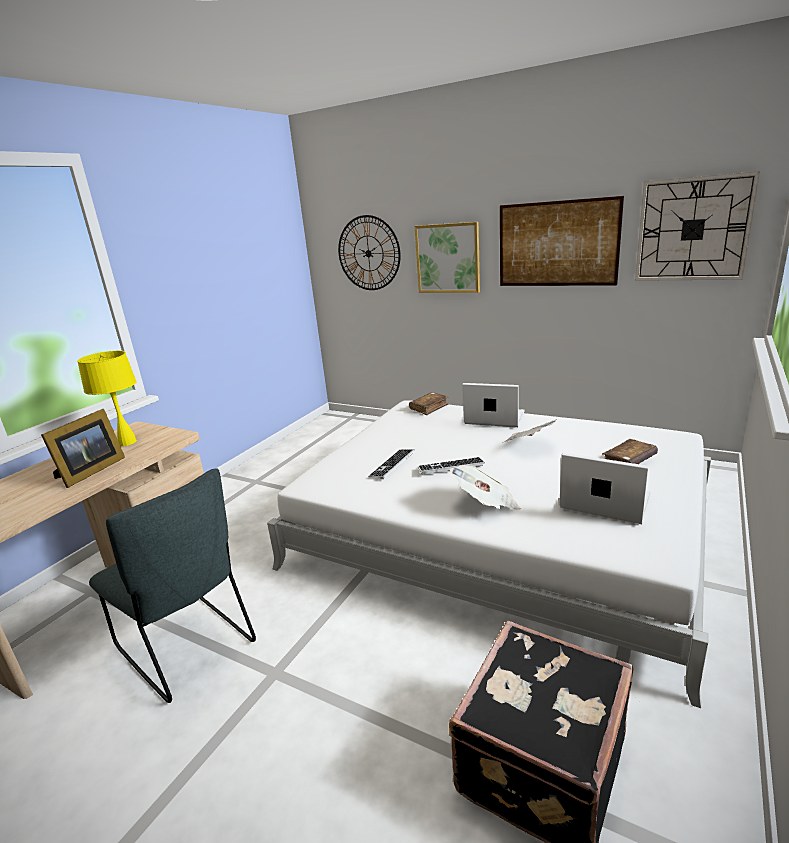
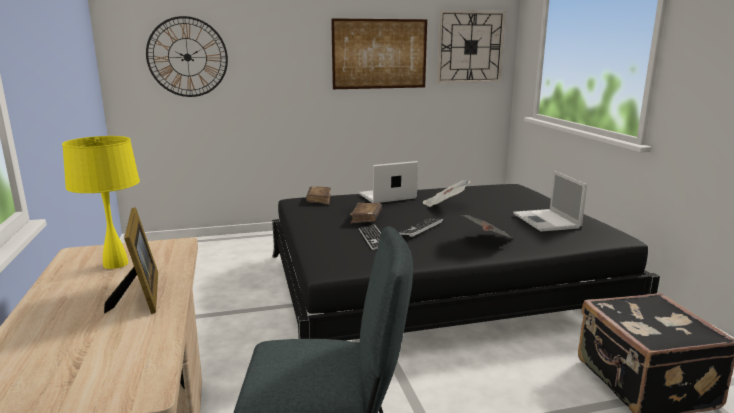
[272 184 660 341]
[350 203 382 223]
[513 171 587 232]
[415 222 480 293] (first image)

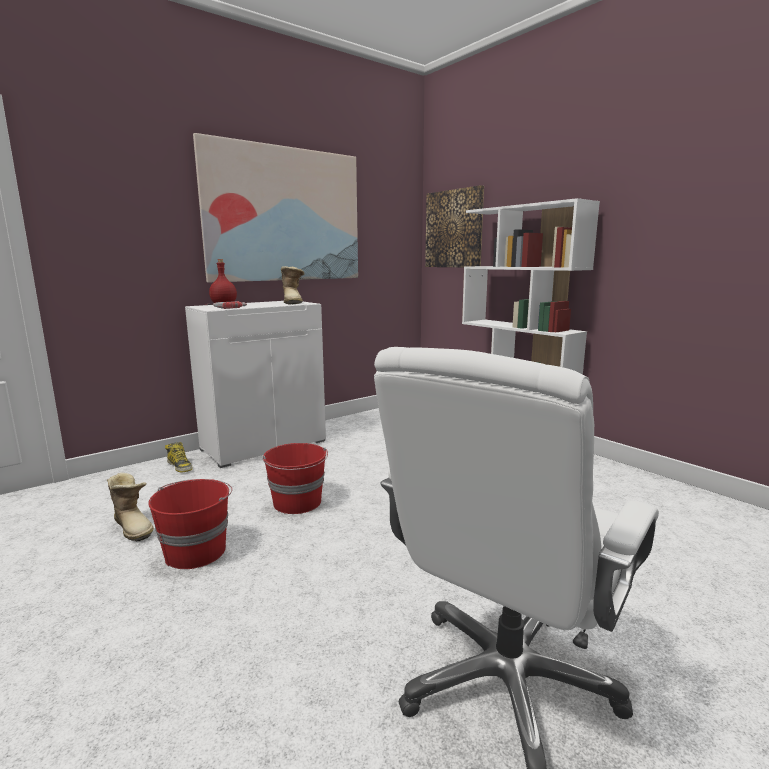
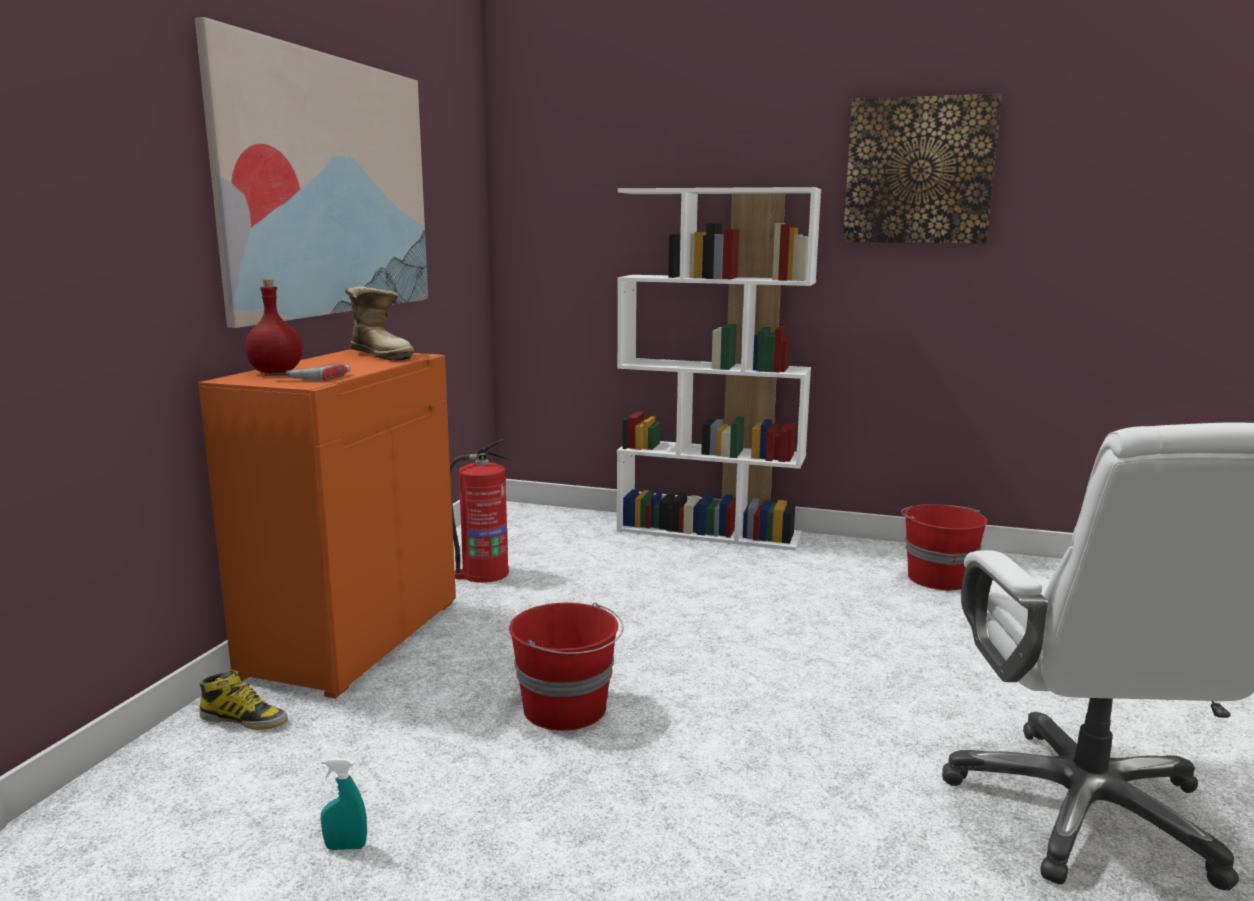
[198 350 456 698]
[321 758 367 850]
[450 439 511 583]
[843 94 1002 243]
[901 504 988 591]

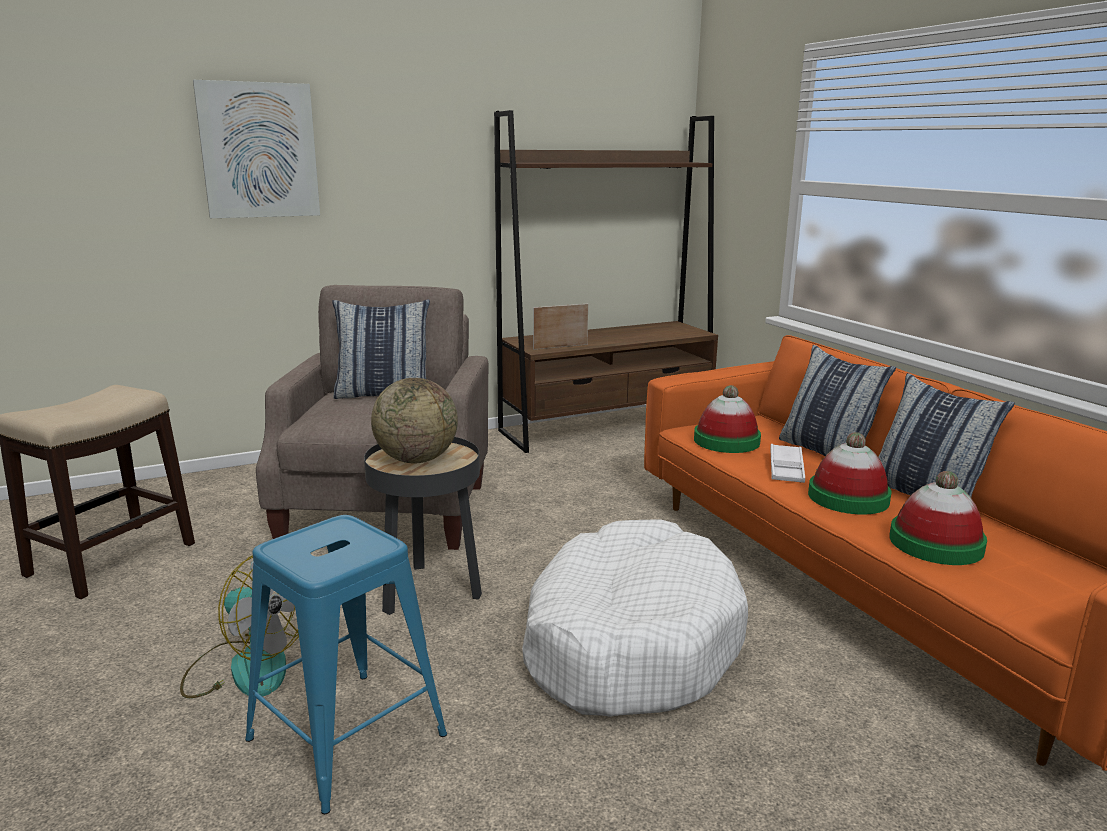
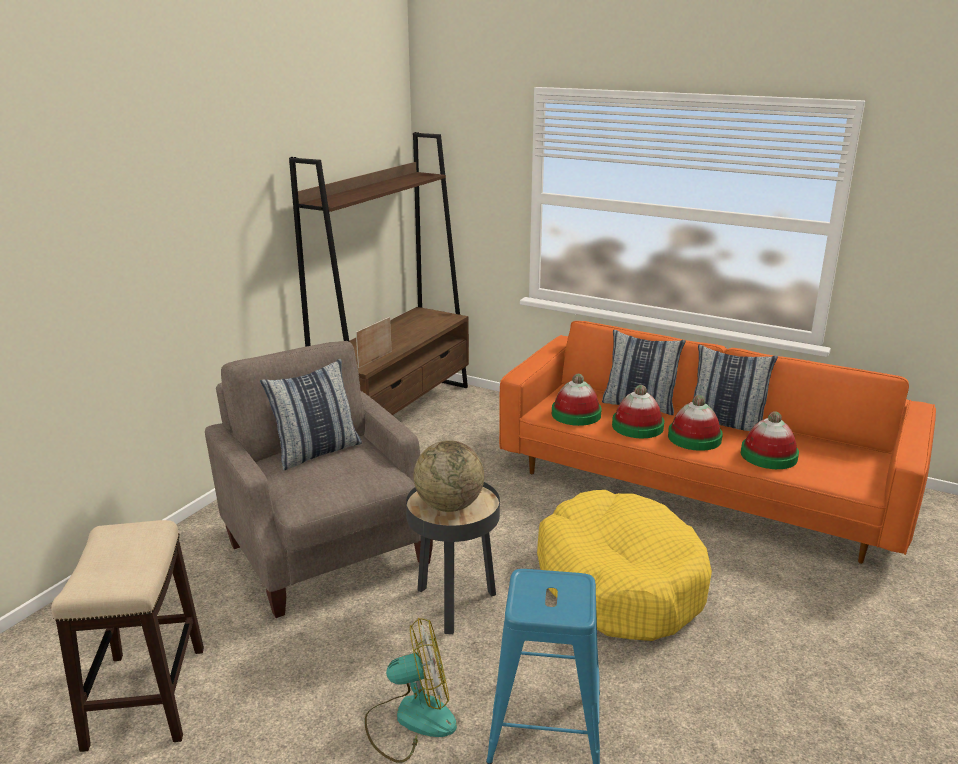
[537 490 712 641]
[612 385 664 438]
[193 80 320 218] (first image)

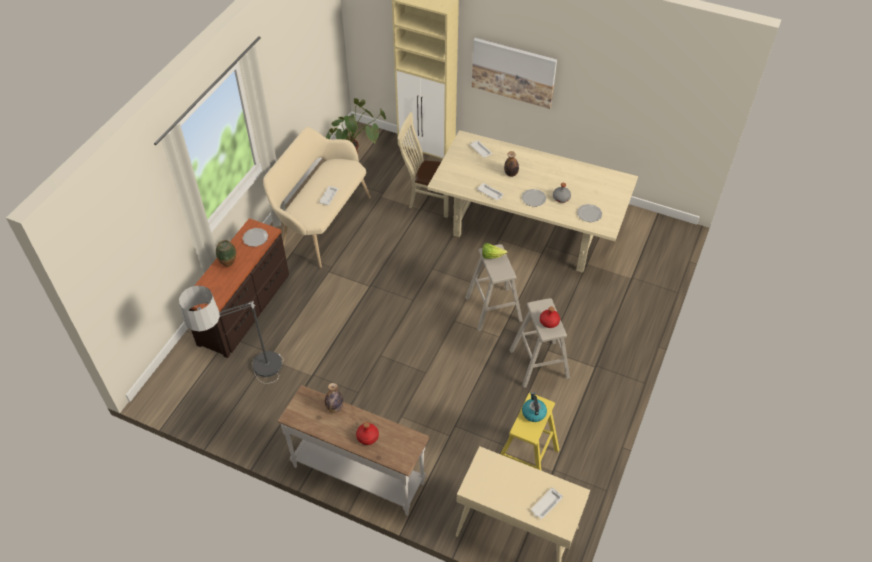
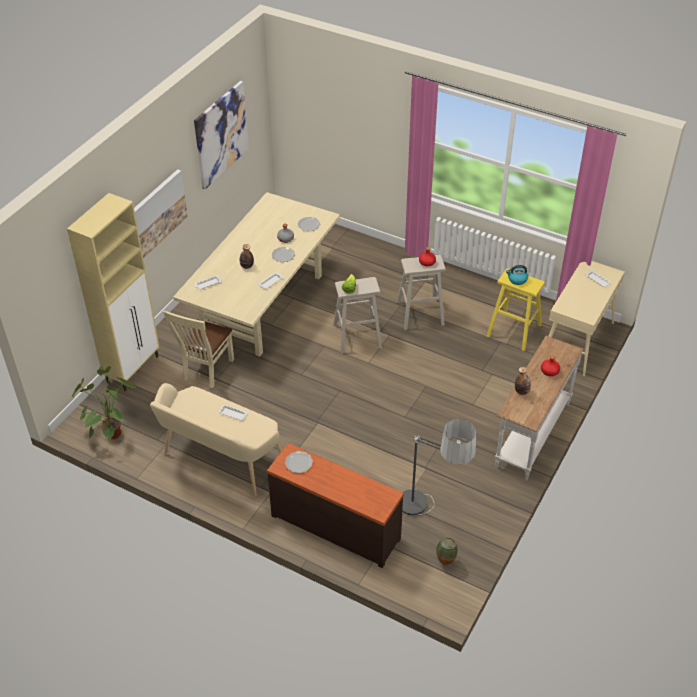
[194 81 249 189]
[436 537 458 565]

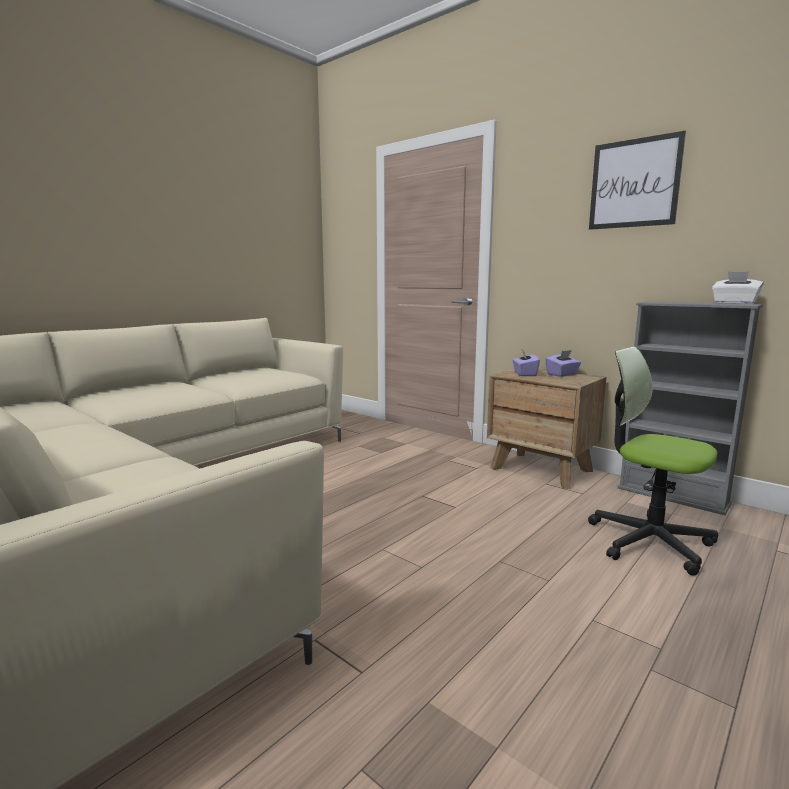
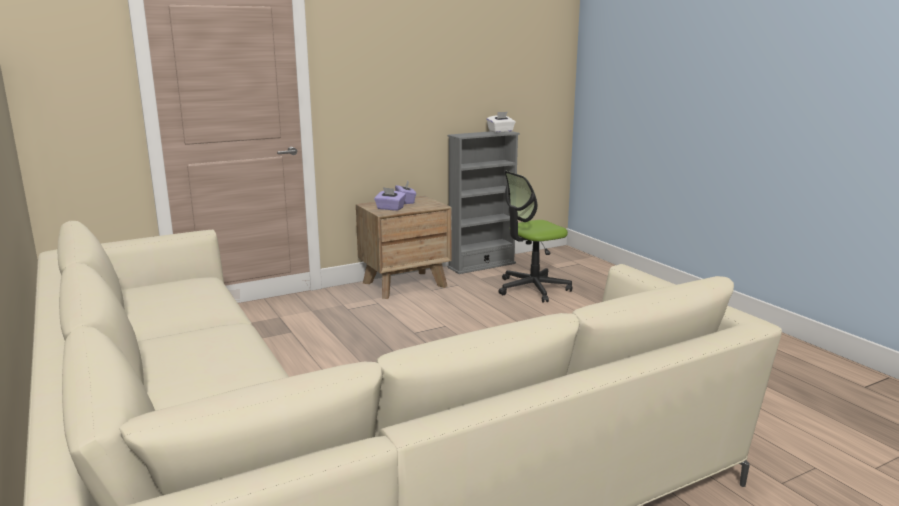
[589 130 686 230] (first image)

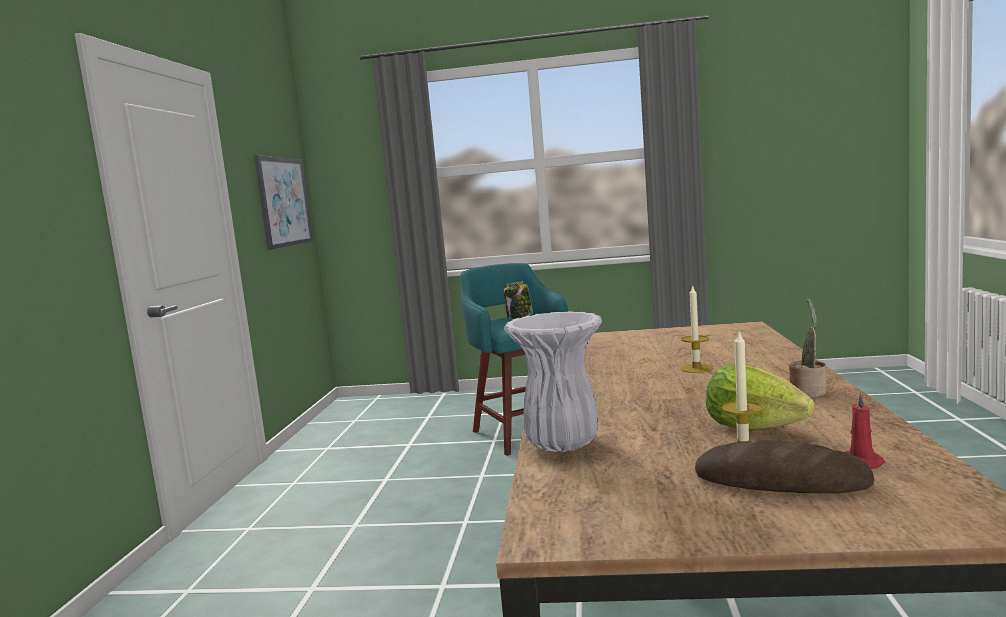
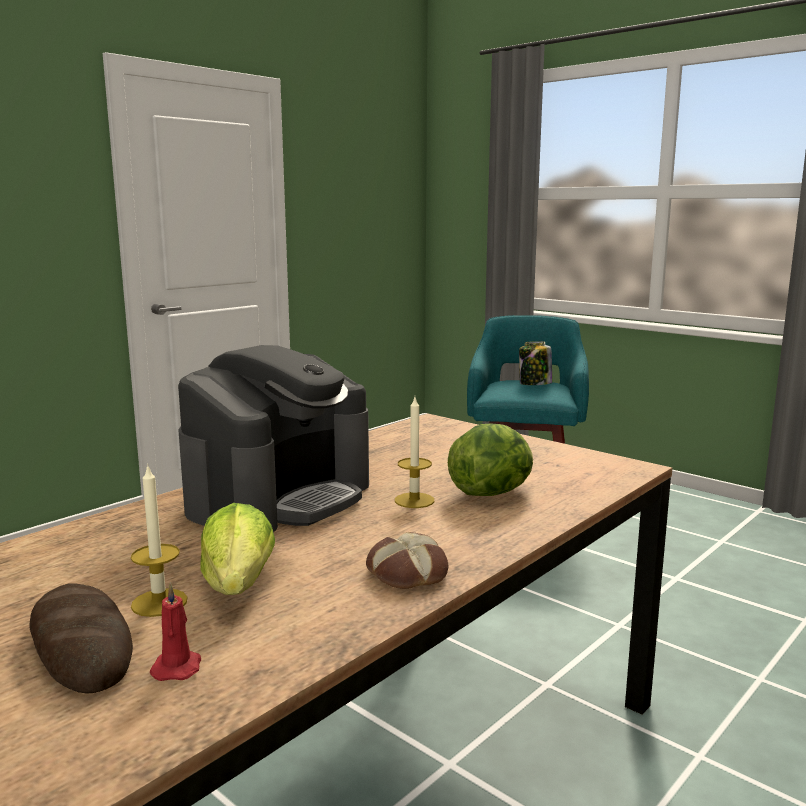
[178 345 369 532]
[366 532 448 589]
[448 424 533 496]
[254 155 313 250] (first image)
[504 311 602 452] (first image)

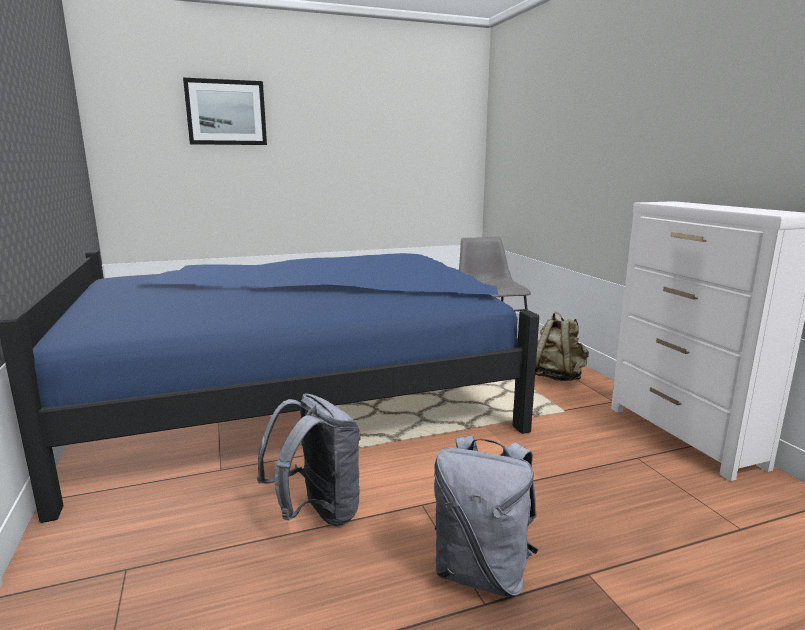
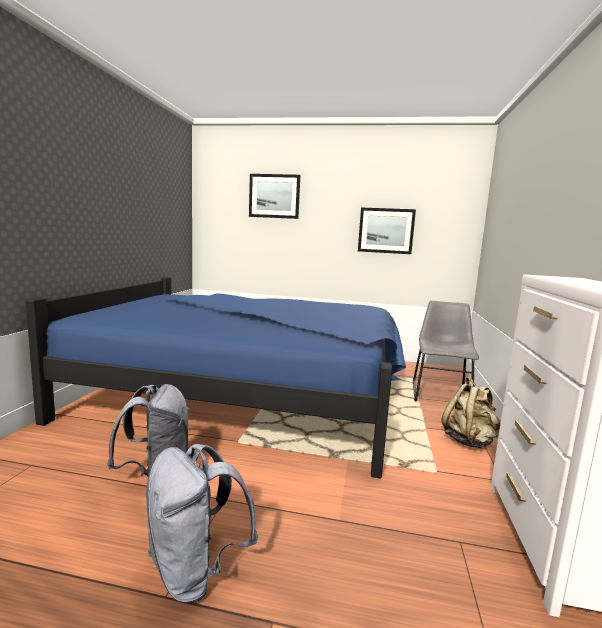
[358 207 416 254]

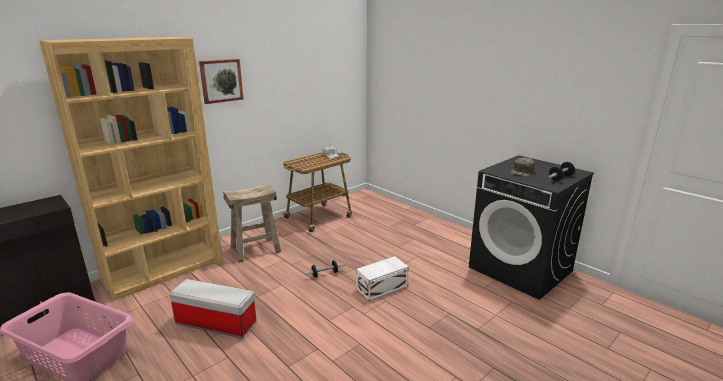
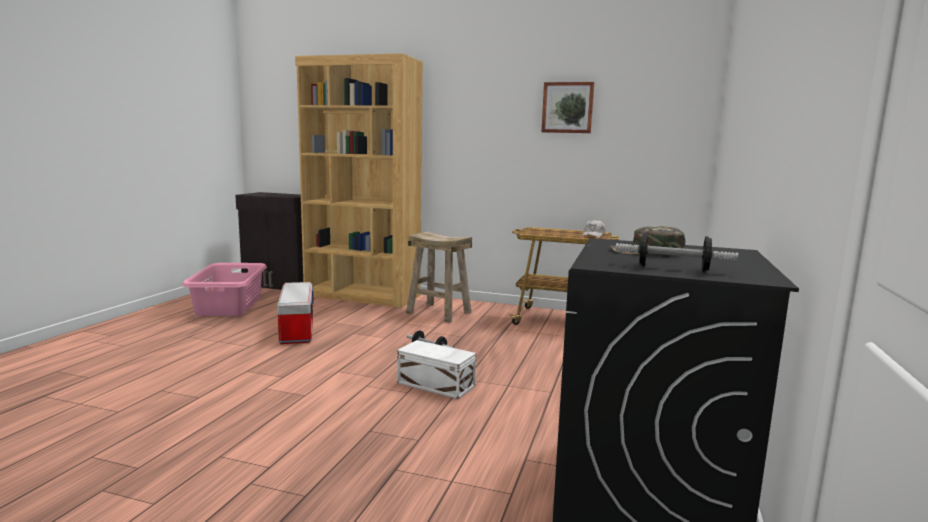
[541 82 594 133]

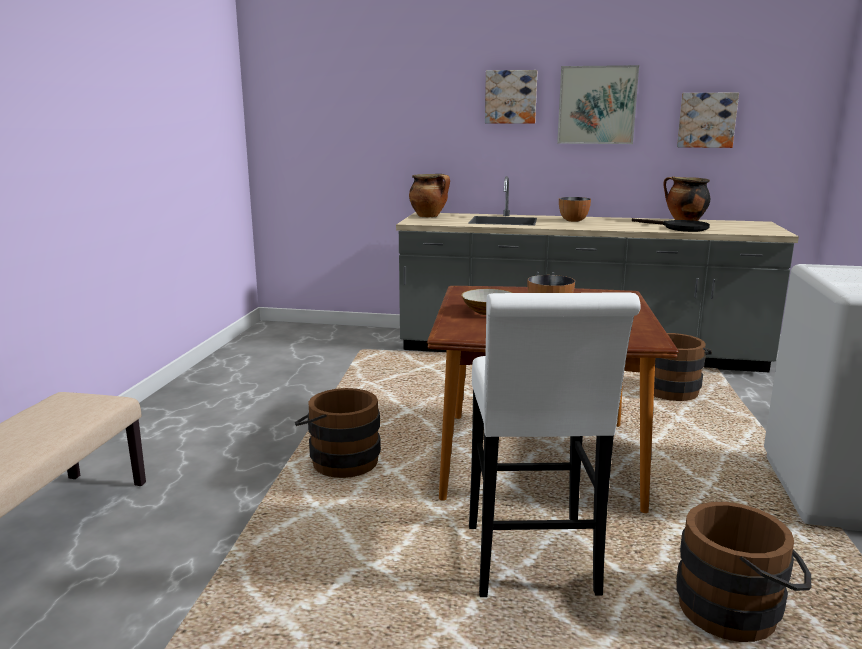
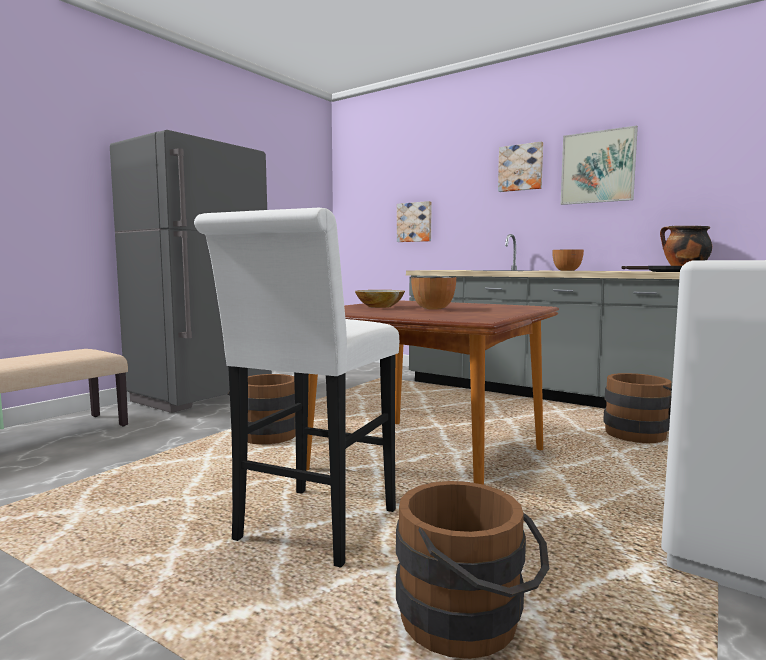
[110 130 272 413]
[397 201 432 242]
[409 174 450 217] (first image)

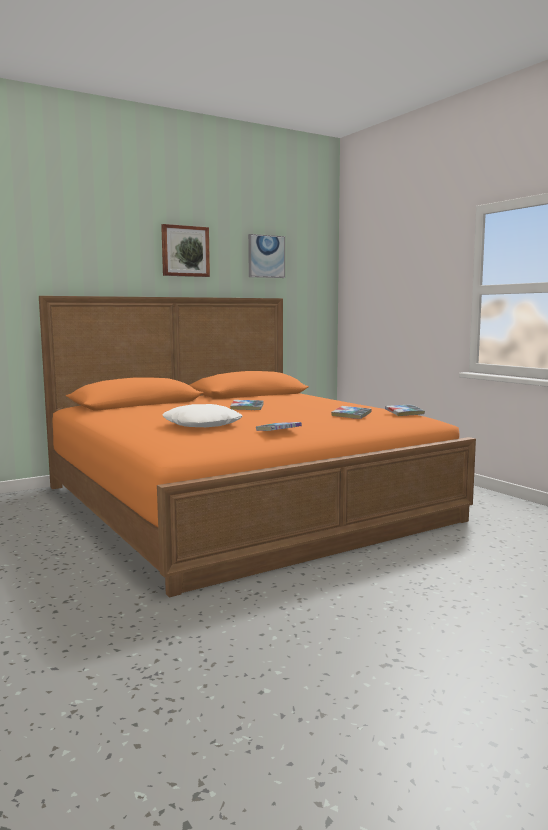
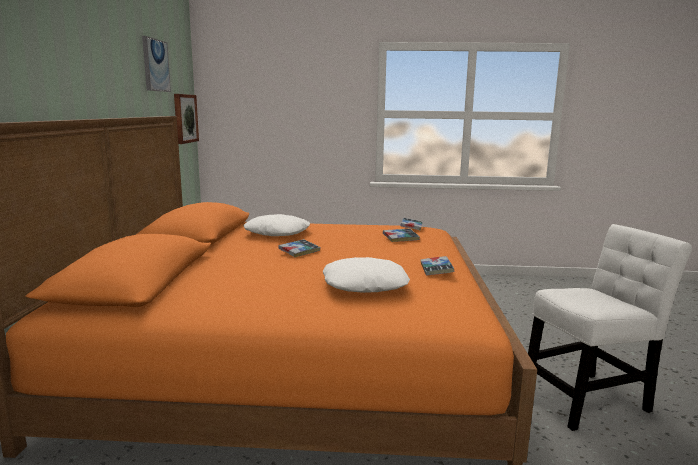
[174 94 199 144]
[243 214 310 236]
[528 224 692 431]

